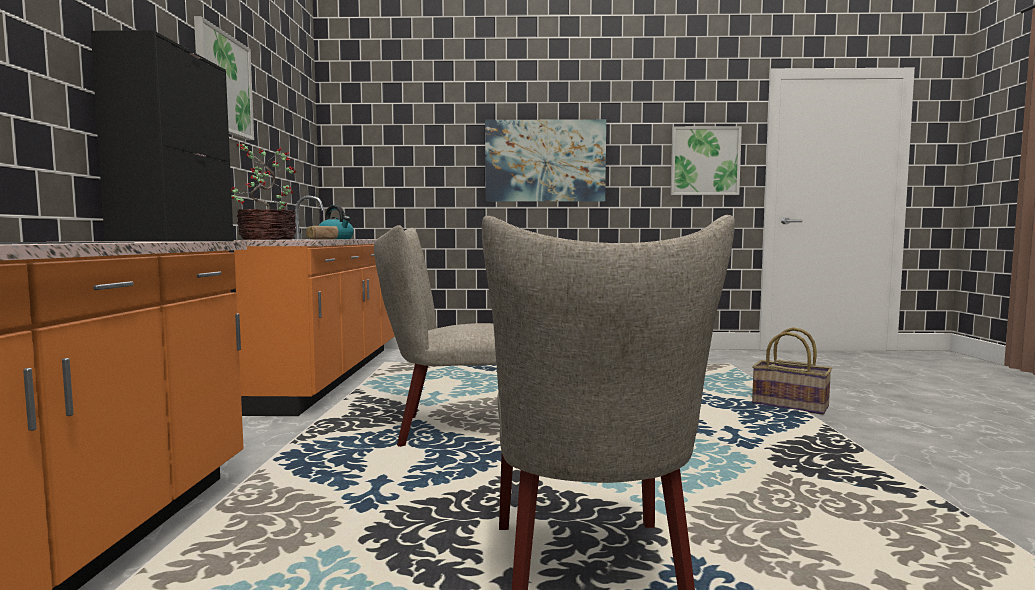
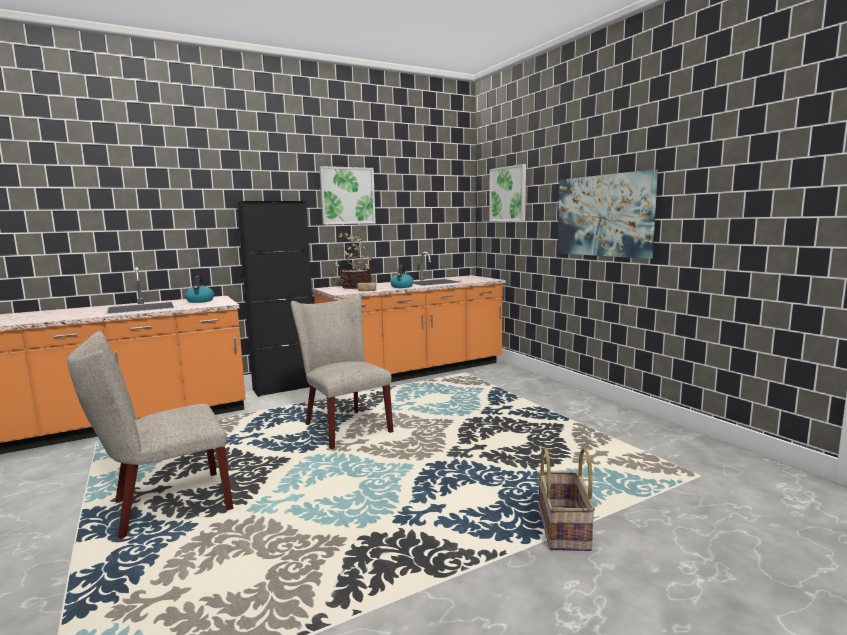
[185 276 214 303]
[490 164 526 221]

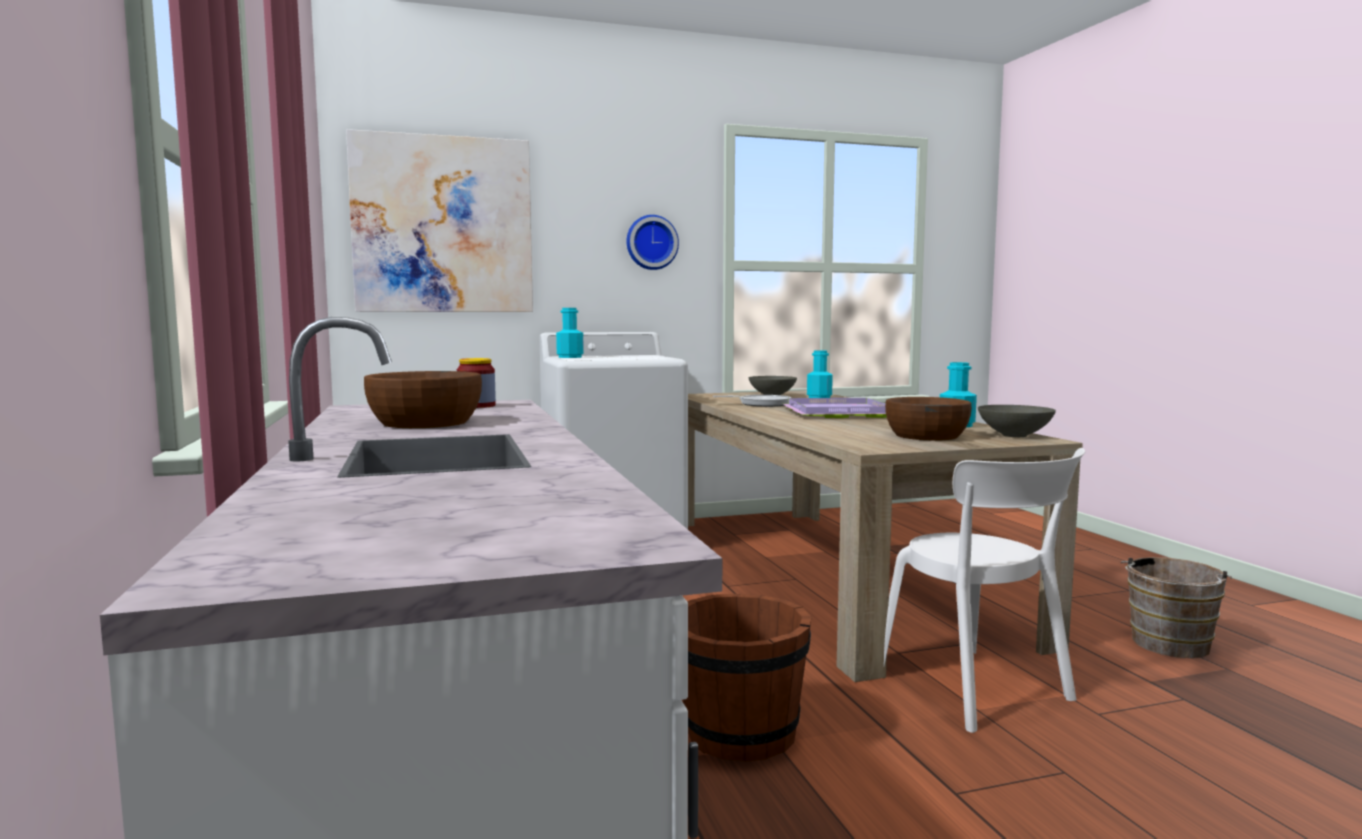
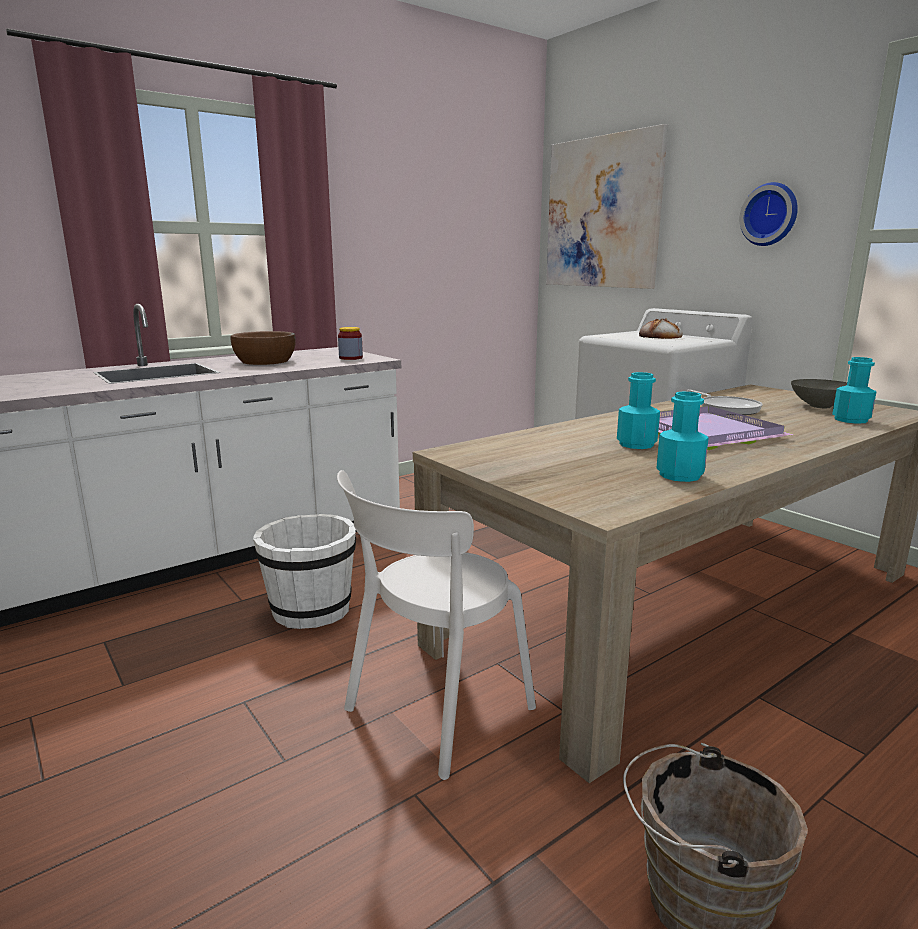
[253 514 356 629]
[617 372 660 449]
[639 318 683 339]
[885 397 972 441] (first image)
[978 405 1056 437] (first image)

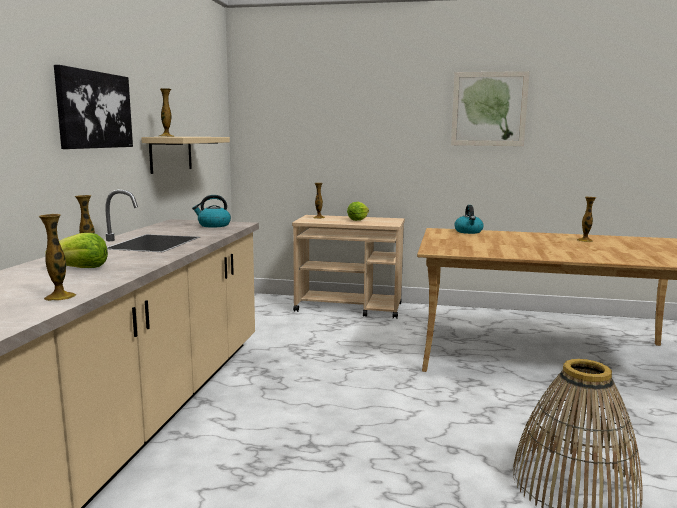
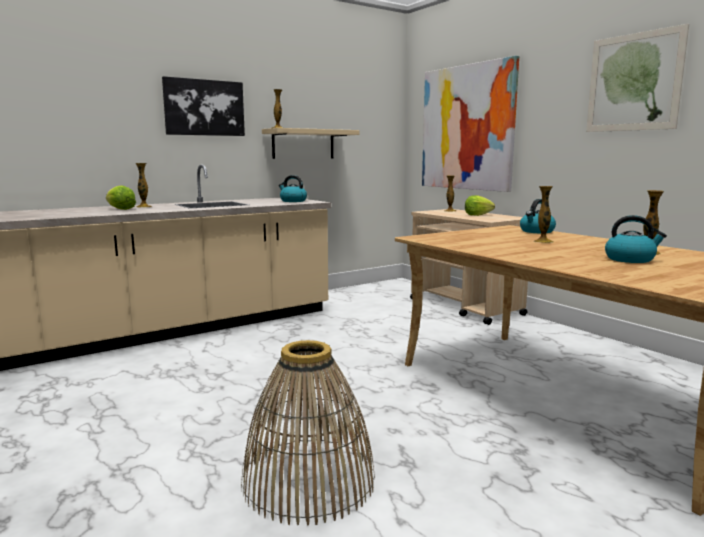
[422 56 519 192]
[533 186 553 243]
[605 215 667 263]

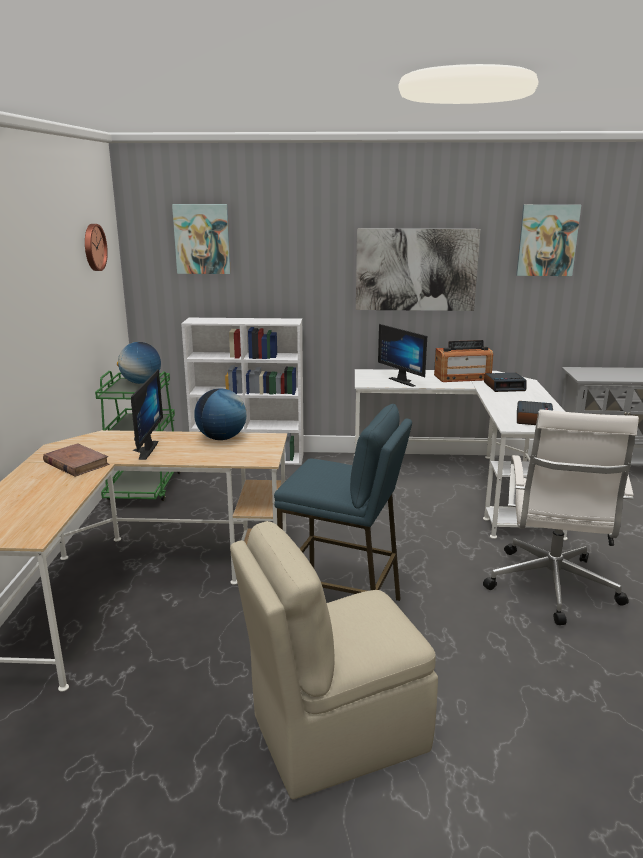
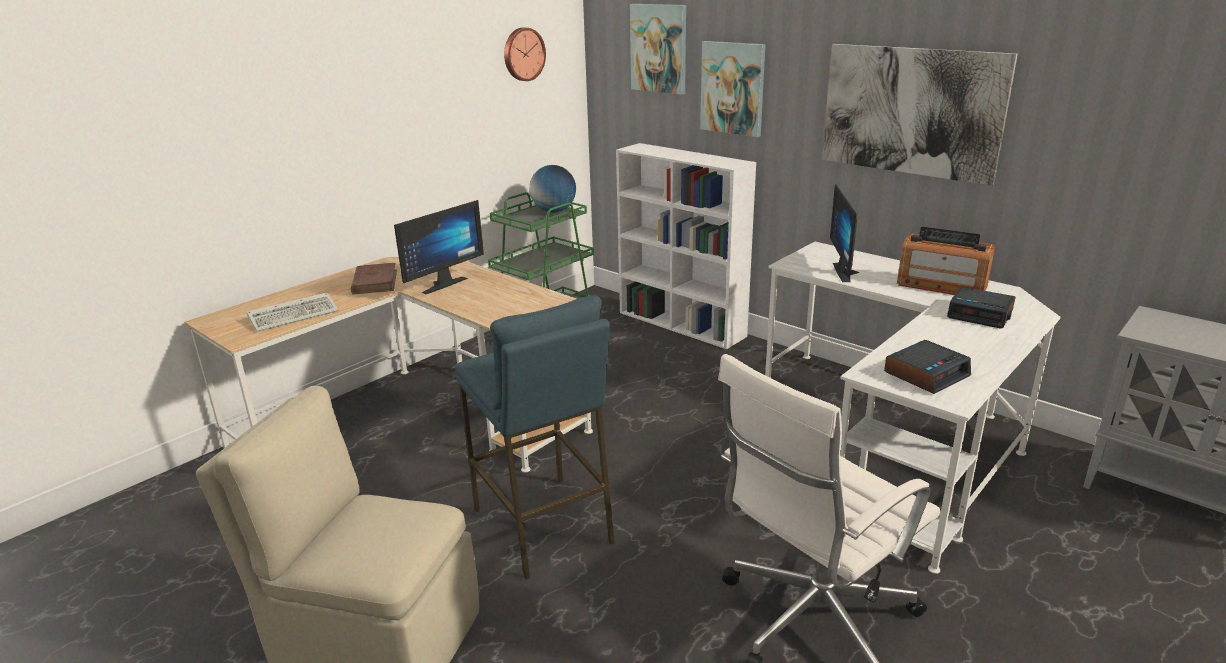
[247 293 339 332]
[700 41 766 137]
[194 388 246 440] (first image)

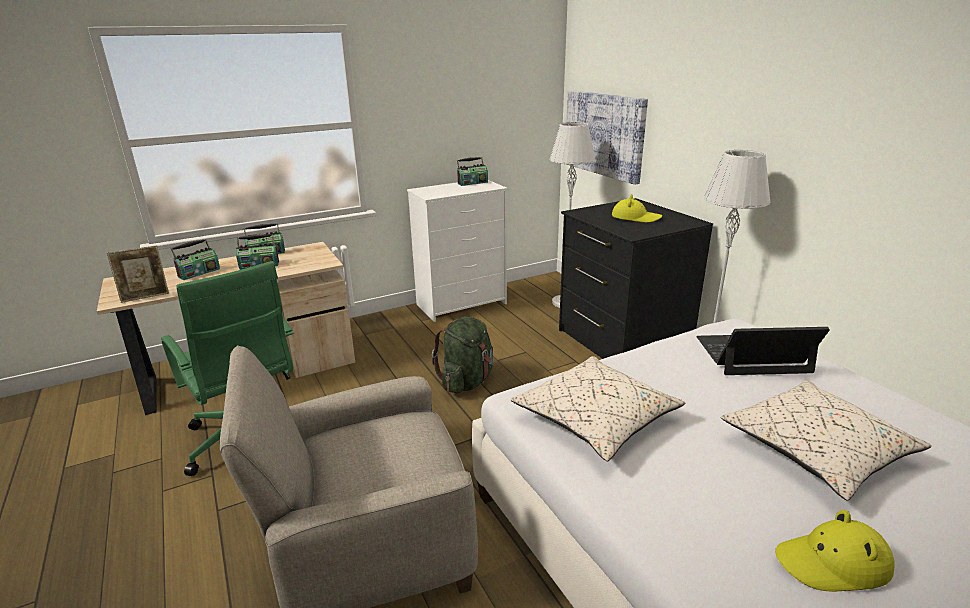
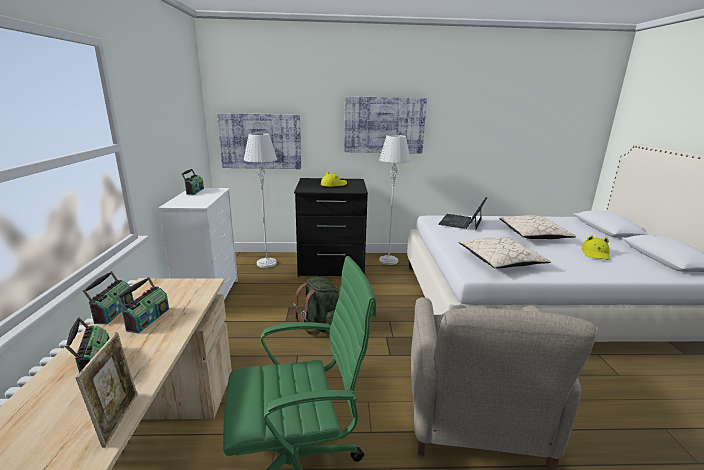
[344 96 427 154]

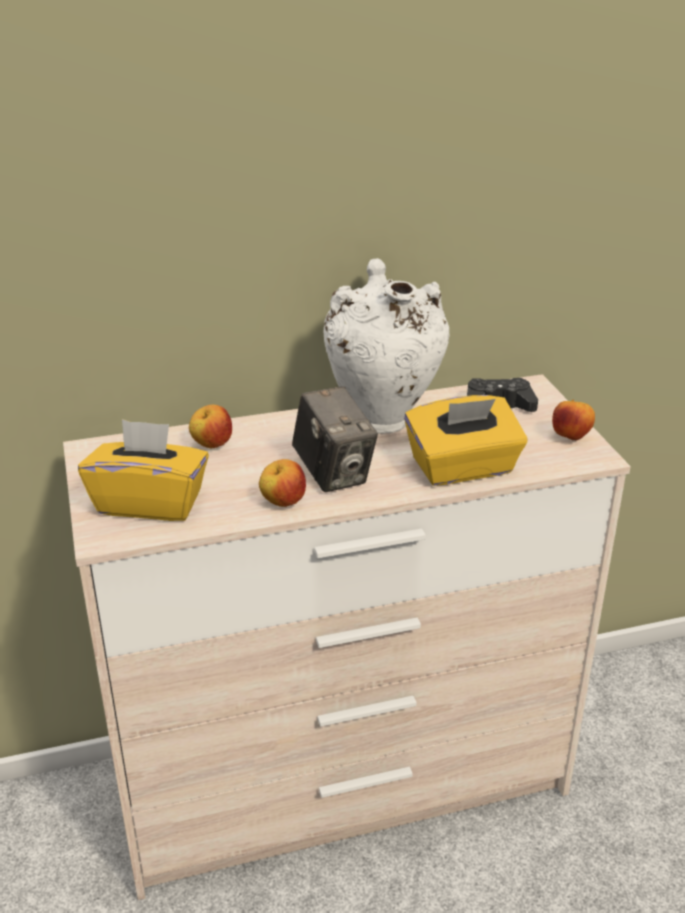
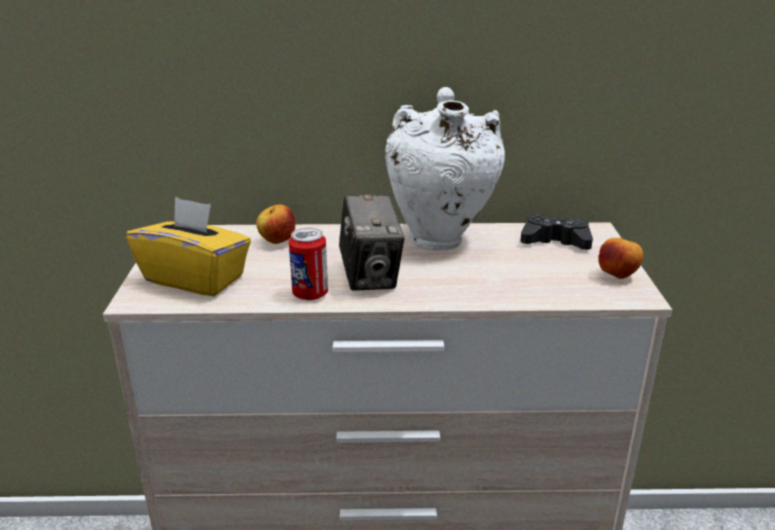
[289 228 328 301]
[404 395 527 486] (first image)

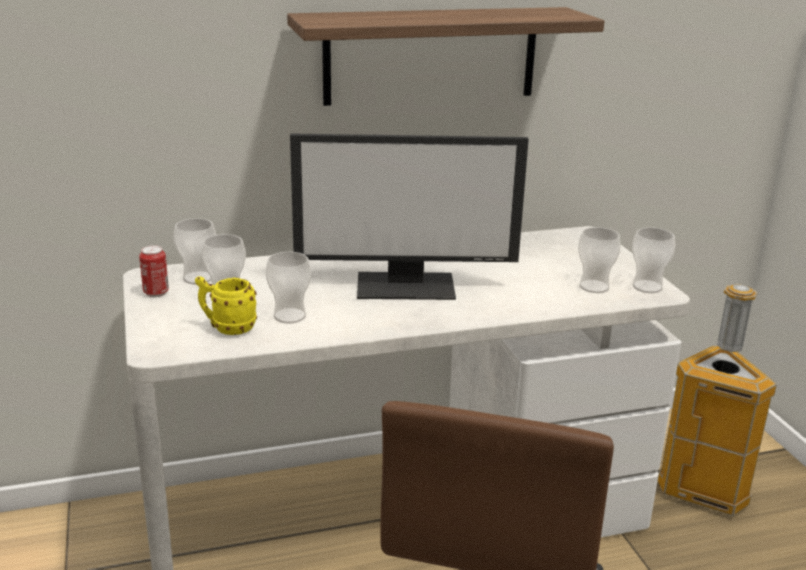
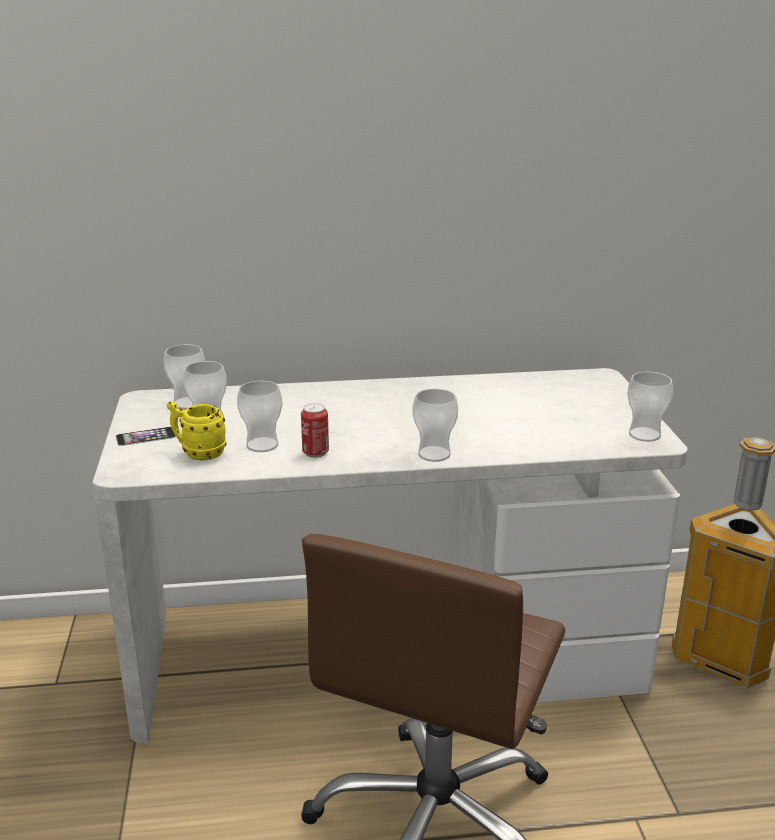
[116 427 176 446]
[301 403 329 458]
[413 389 458 462]
[287 7 604 106] (first image)
[290 134 529 300] (first image)

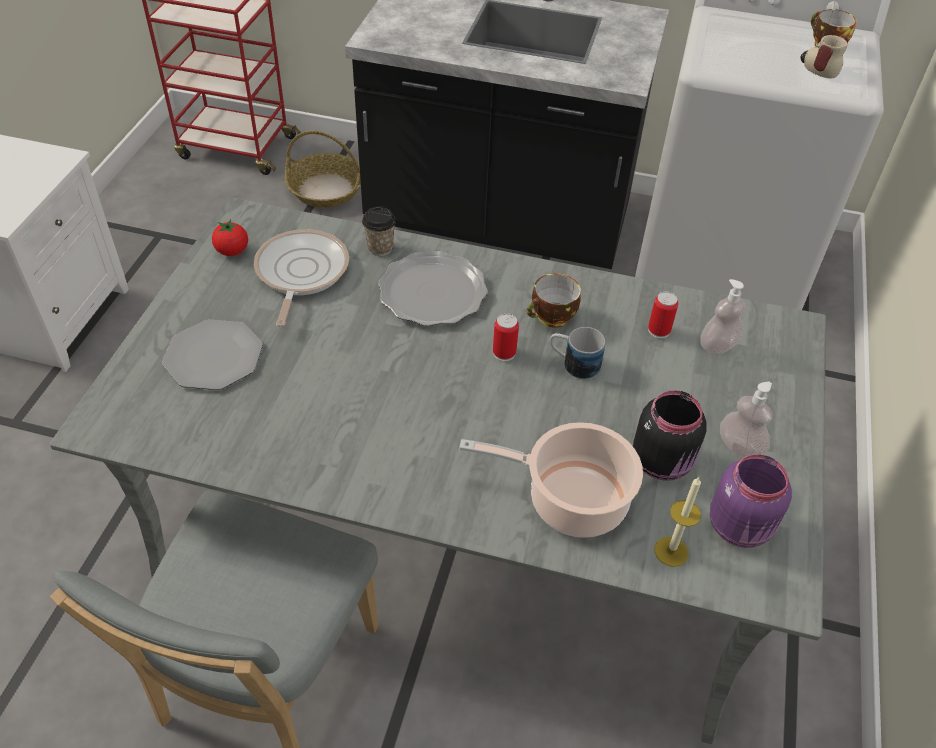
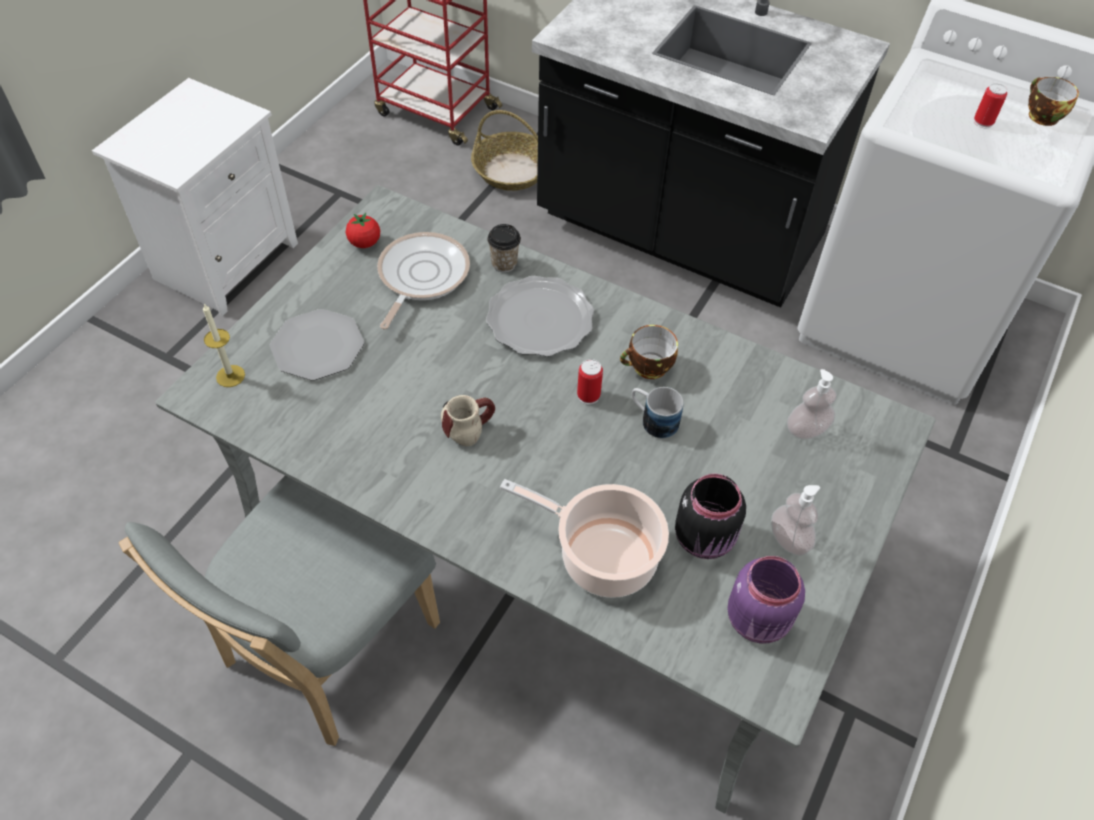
[203 304 245 387]
[441 395 495 446]
[974 83 1007 128]

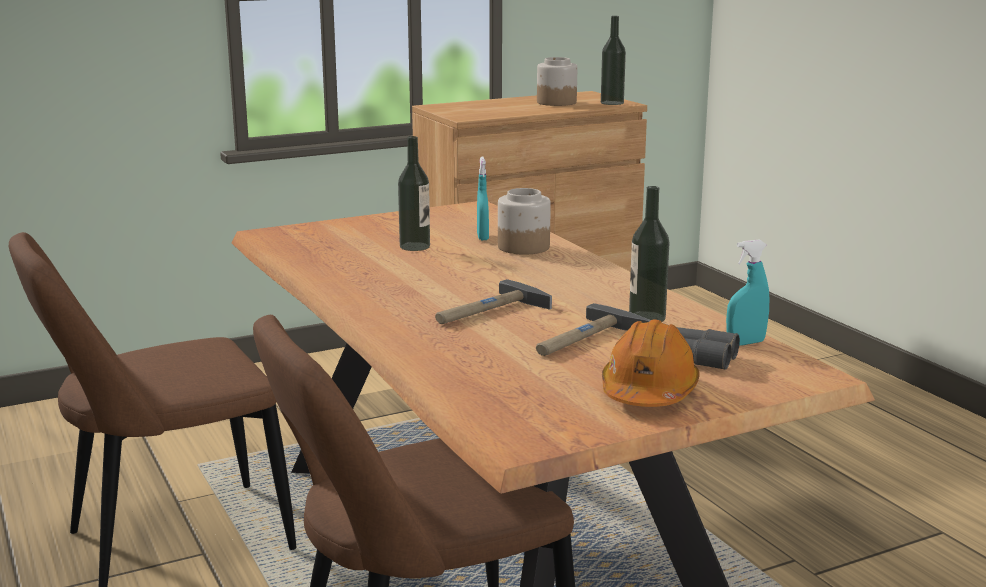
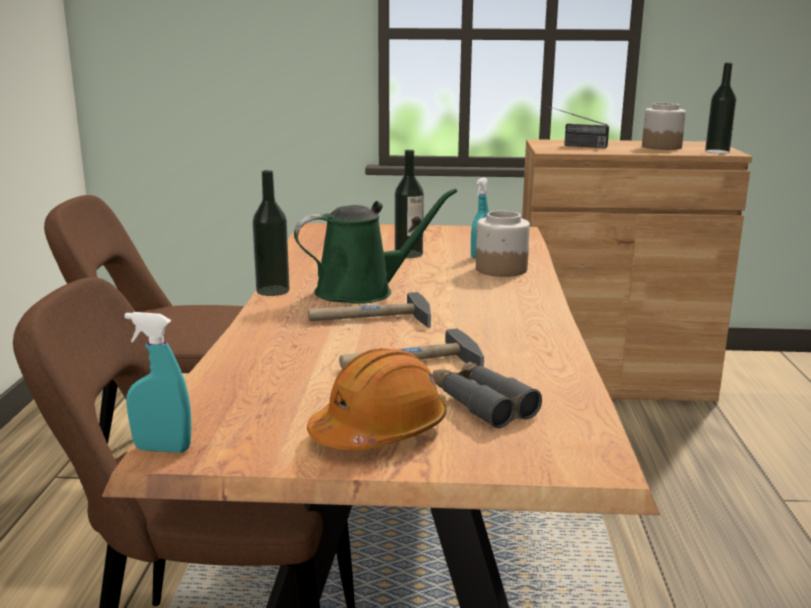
[125 312 191 453]
[252 170 289 296]
[294 189 457 304]
[546 106 609 148]

